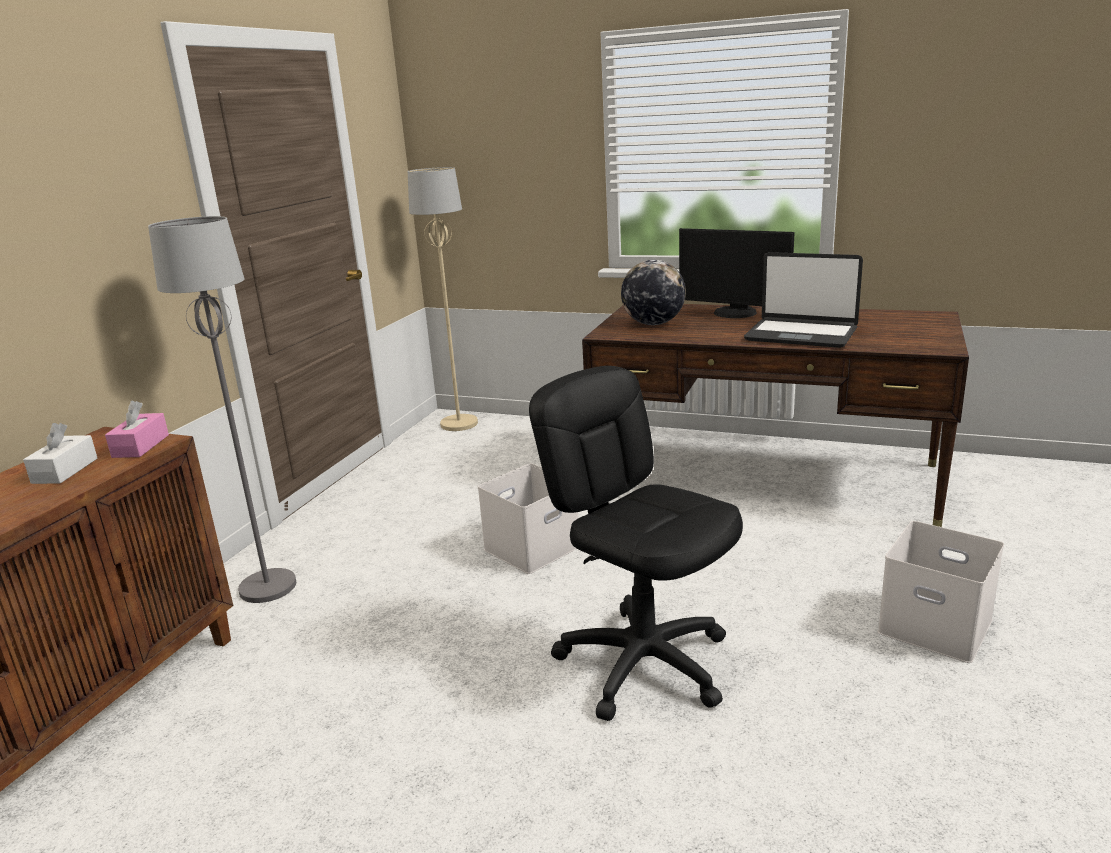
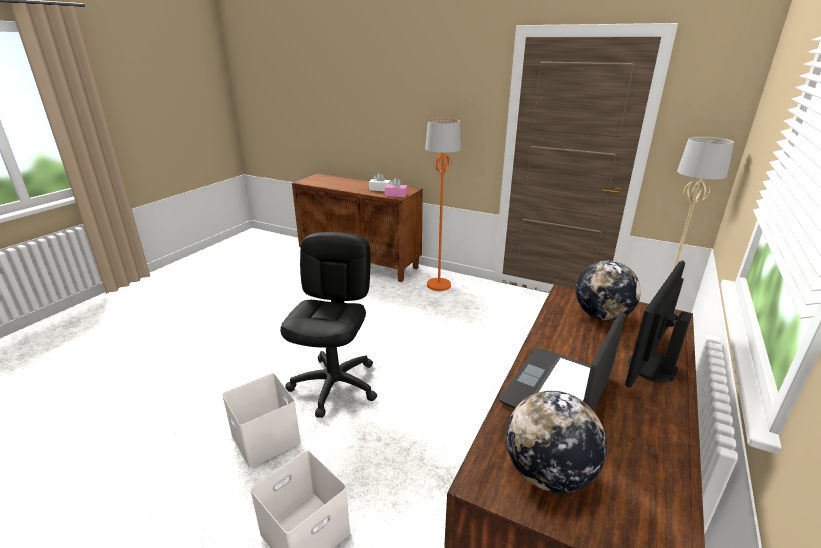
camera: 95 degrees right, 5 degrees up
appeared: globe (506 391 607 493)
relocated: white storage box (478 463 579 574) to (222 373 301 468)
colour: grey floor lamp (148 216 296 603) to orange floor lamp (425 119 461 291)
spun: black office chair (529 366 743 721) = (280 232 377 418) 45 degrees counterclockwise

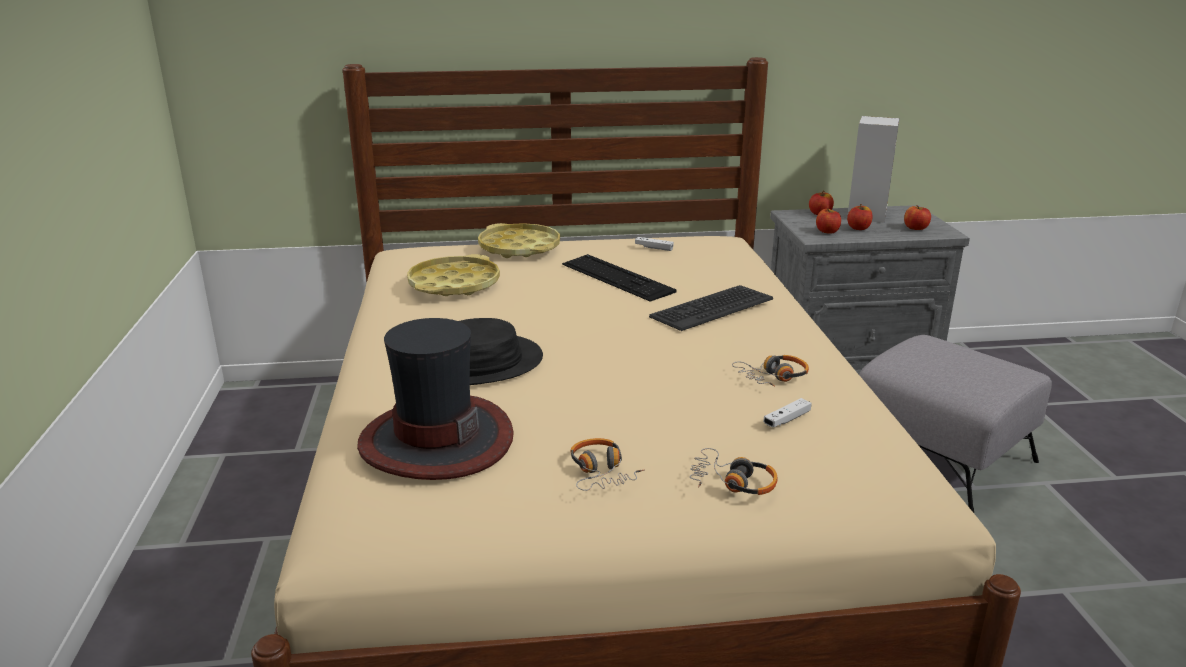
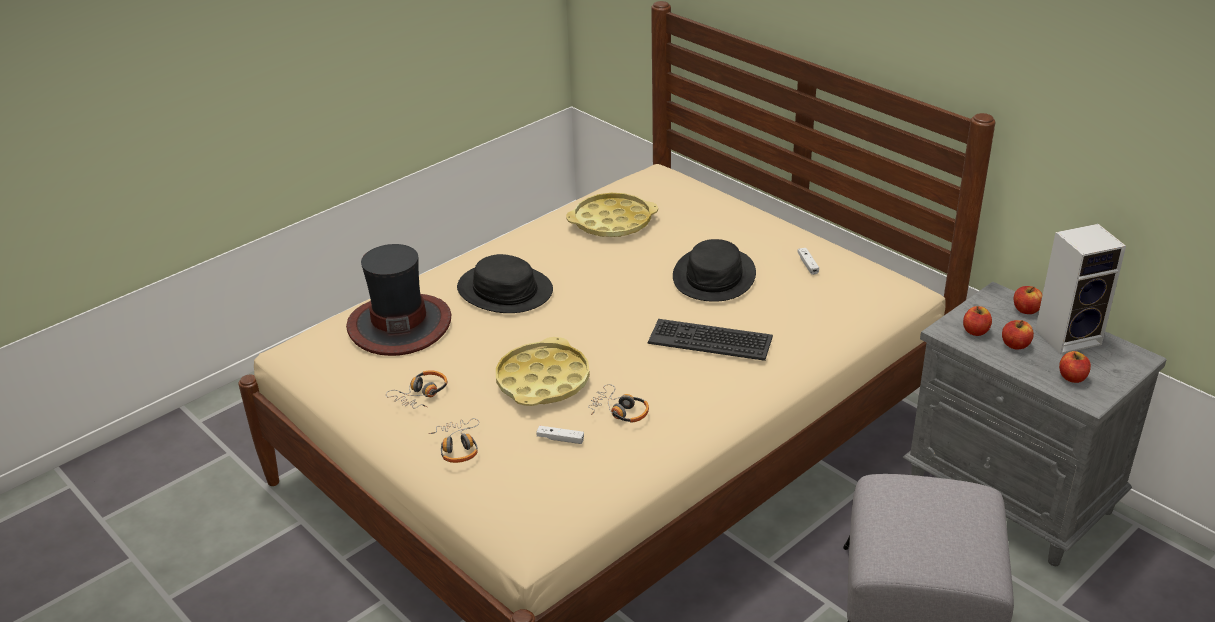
camera: 55 degrees right, 10 degrees up
relocated: yellow tray (478 223 560 258) to (496 337 590 406)
exchanged: keyboard (562 254 677 302) to black hat (673 239 756 302)

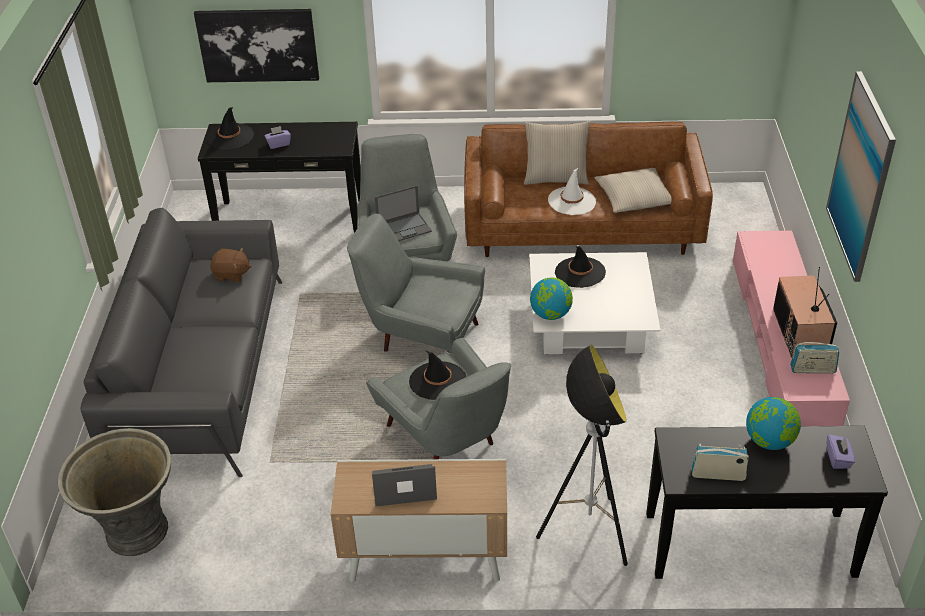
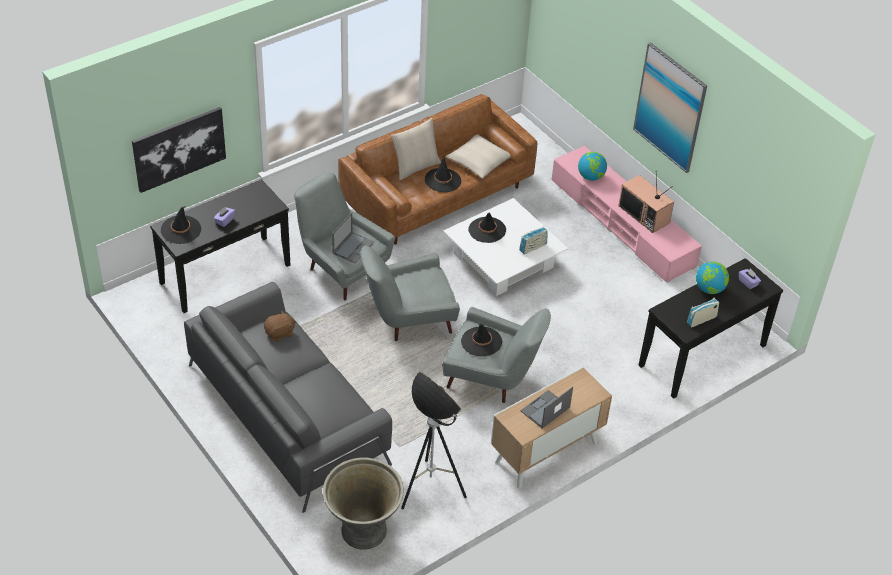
camera: 40 degrees left, 5 degrees up
relocated: globe (530 277 573 320) to (578 152 607 181); radio (790 342 839 373) to (519 227 548 254); floor lamp (536 345 628 566) to (401 371 467 509)
colour: white hat (548 167 596 215) to black hat (425 155 462 192)

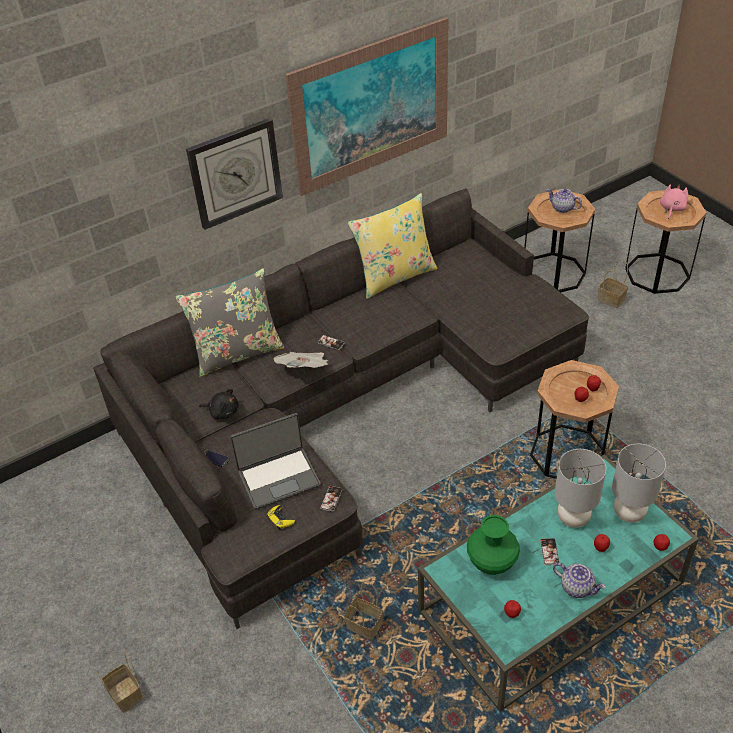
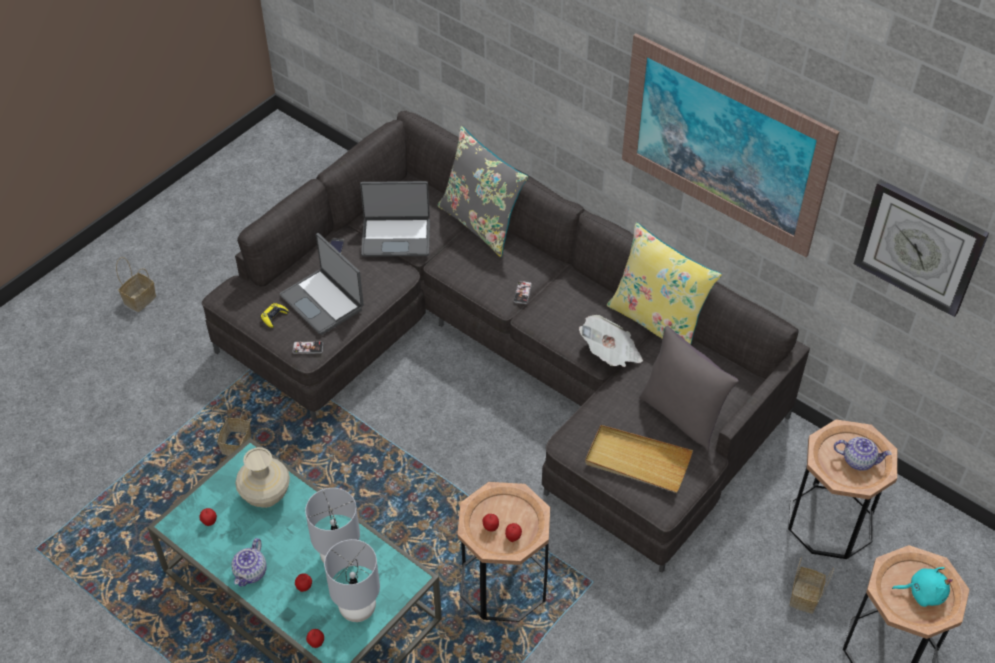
camera: 70 degrees right, 5 degrees up
missing: phone (540 538 559 565)
appeared: grey pillow (639 326 739 451); beige tray (585 425 693 493)
relocated: wall clock (186 118 283 230) to (854 179 989 317); newspaper (273 352 328 368) to (579 315 643 367)
exchanged: black plush toy (199 389 239 419) to laptop (360 181 430 257)
colour: pink plush toy (660 184 688 219) to turquoise plush toy (892 567 953 607); green vase (467 515 520 575) to beige vase (235 447 290 508)
spun: teapot (547 189 582 213) = (834 437 892 471) 90 degrees clockwise

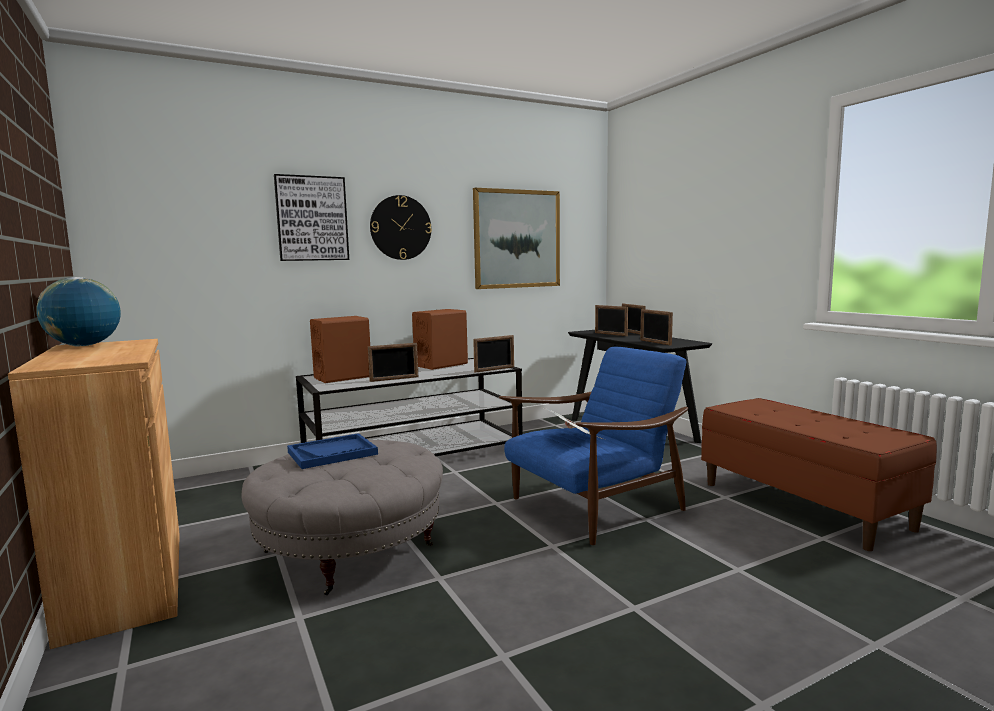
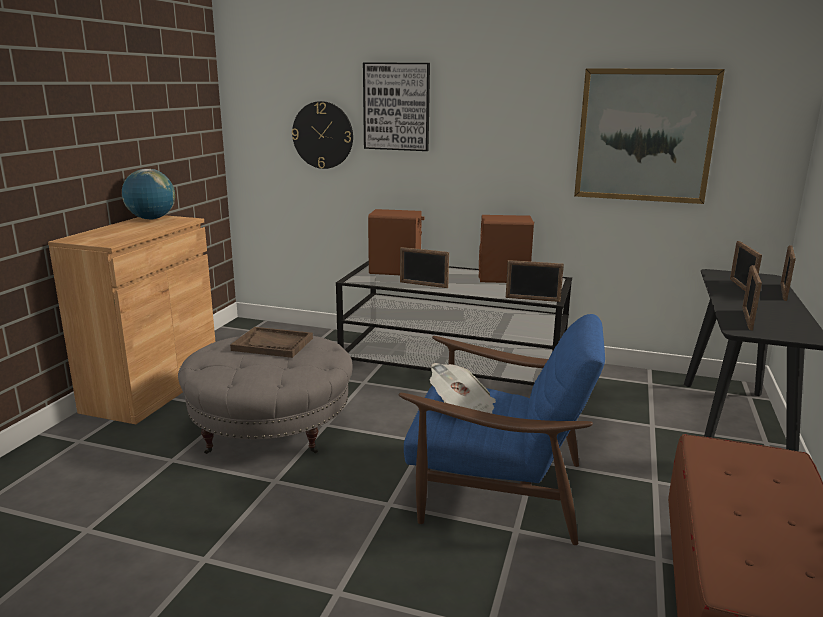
camera: 45 degrees right, 10 degrees up
relocated: wall clock (370 195 432 260) to (292 101 353 169)
colour: blue tray (287 433 378 469) to brown tray (230 327 313 358)

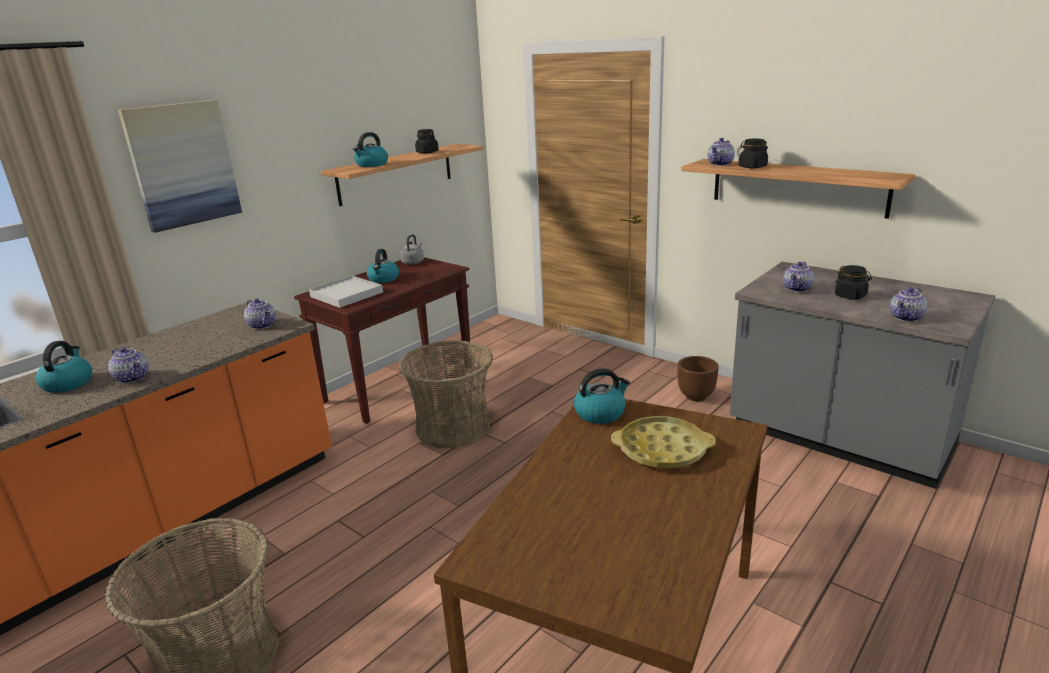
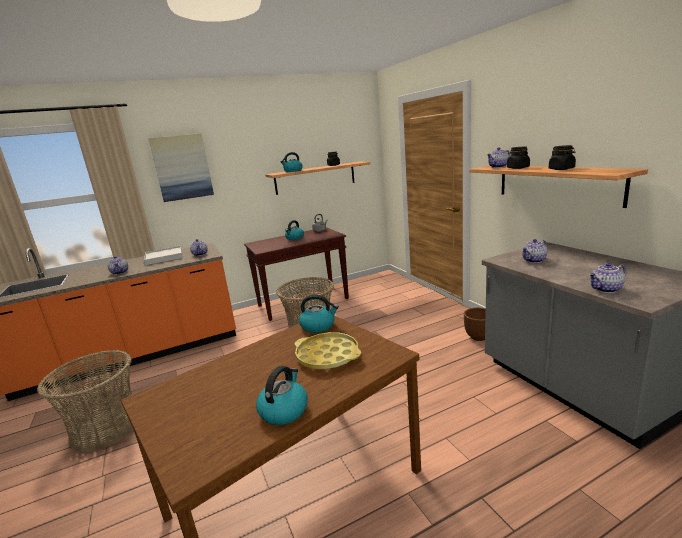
camera: 25 degrees right, 5 degrees down
relocated: black jar (835 265 872 300) to (549 145 576 170); white tray (309 276 383 308) to (144 246 183 265); kettle (36 341 92 393) to (256 366 308 425)

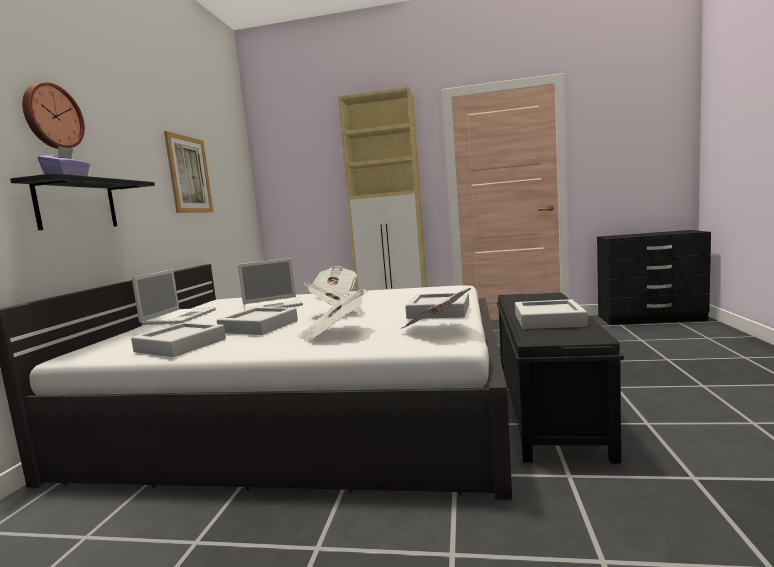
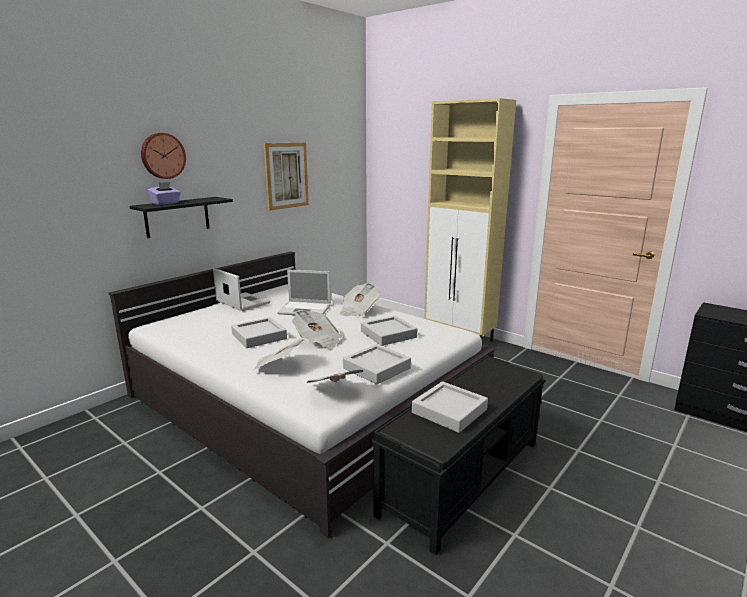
camera: 30 degrees right, 10 degrees up
relocated: grey tray (131 322 226 357) to (361 316 417 346)
spun: laptop (132 269 216 325) = (213 268 270 311) 90 degrees counterclockwise

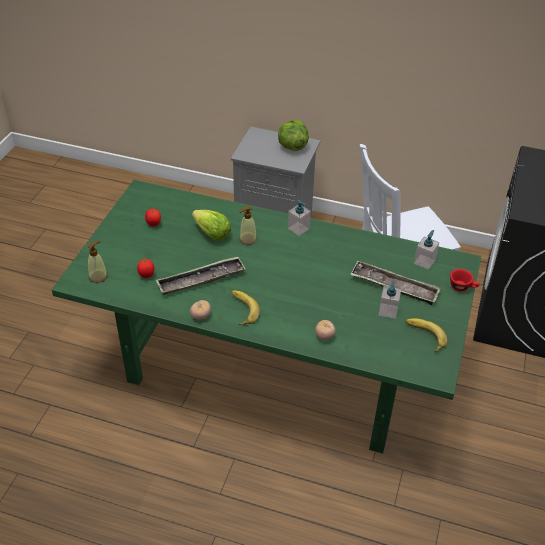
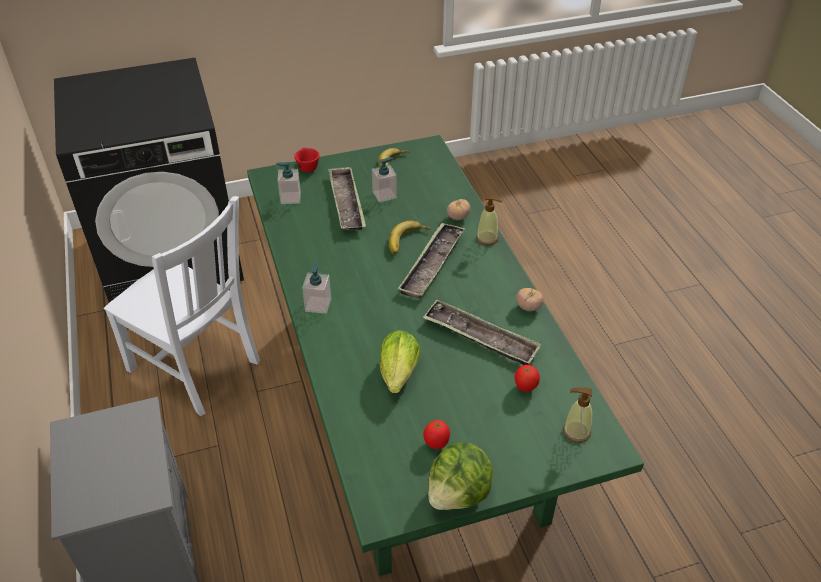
camera: 125 degrees left, 0 degrees up
appeared: tray (398 222 465 299)
relocated: lettuce (278 120 309 151) to (428 442 493 510); soap dispenser (239 206 257 245) to (476 195 502 245); banana (231 290 260 325) to (389 221 431 254)

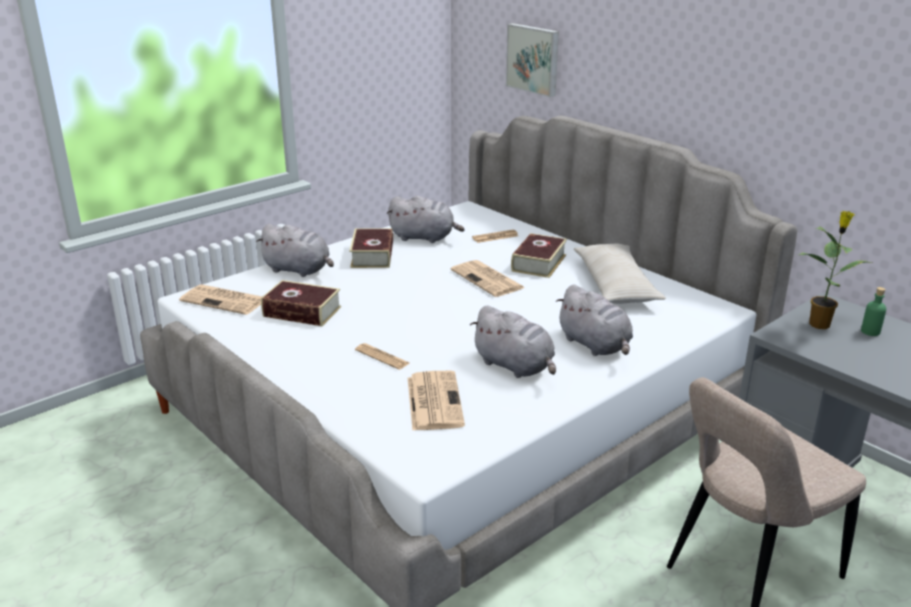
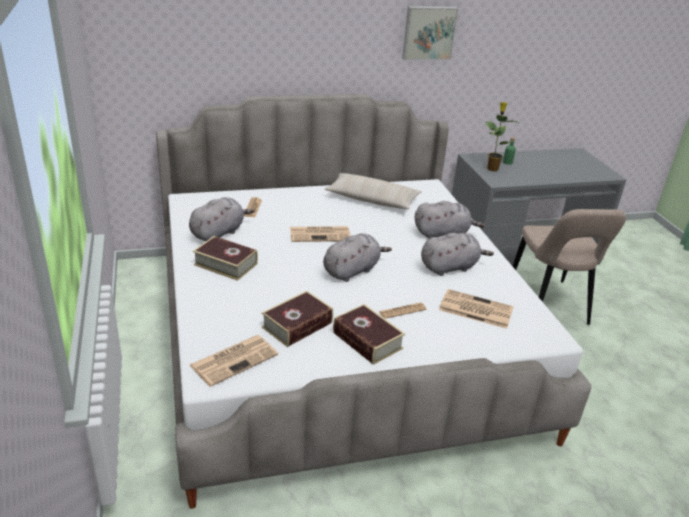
camera: 65 degrees left, 5 degrees up
relocated: picture (506 23 559 97) to (402 6 458 60); grey plush toy (256 224 334 277) to (323 233 392 282); book (511 233 567 278) to (333 304 405 365)

